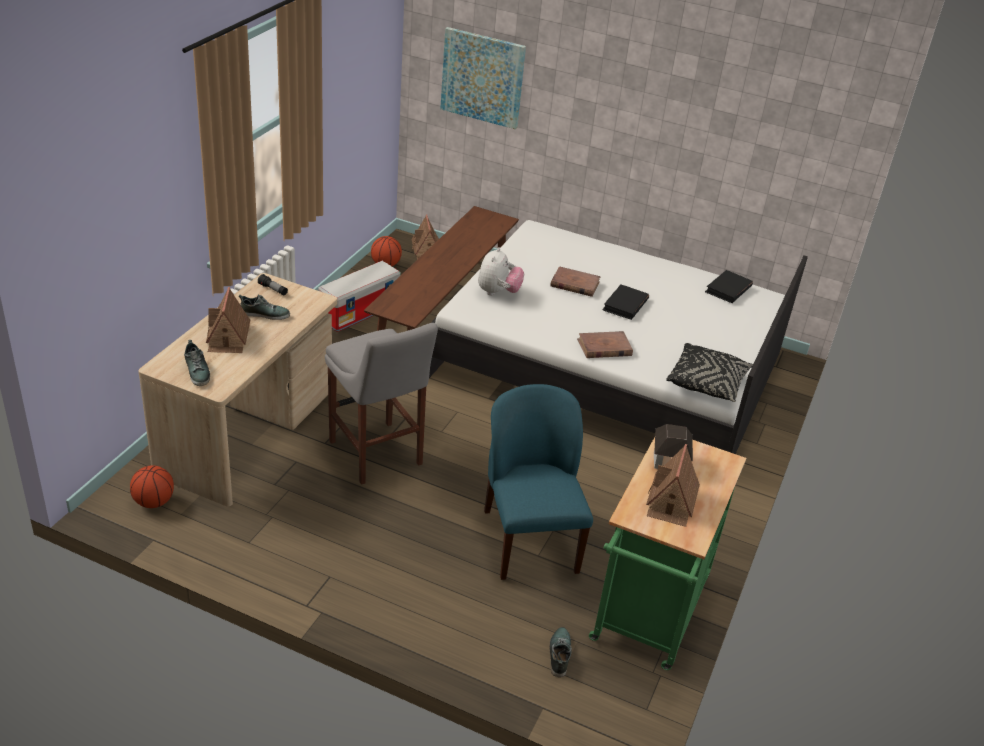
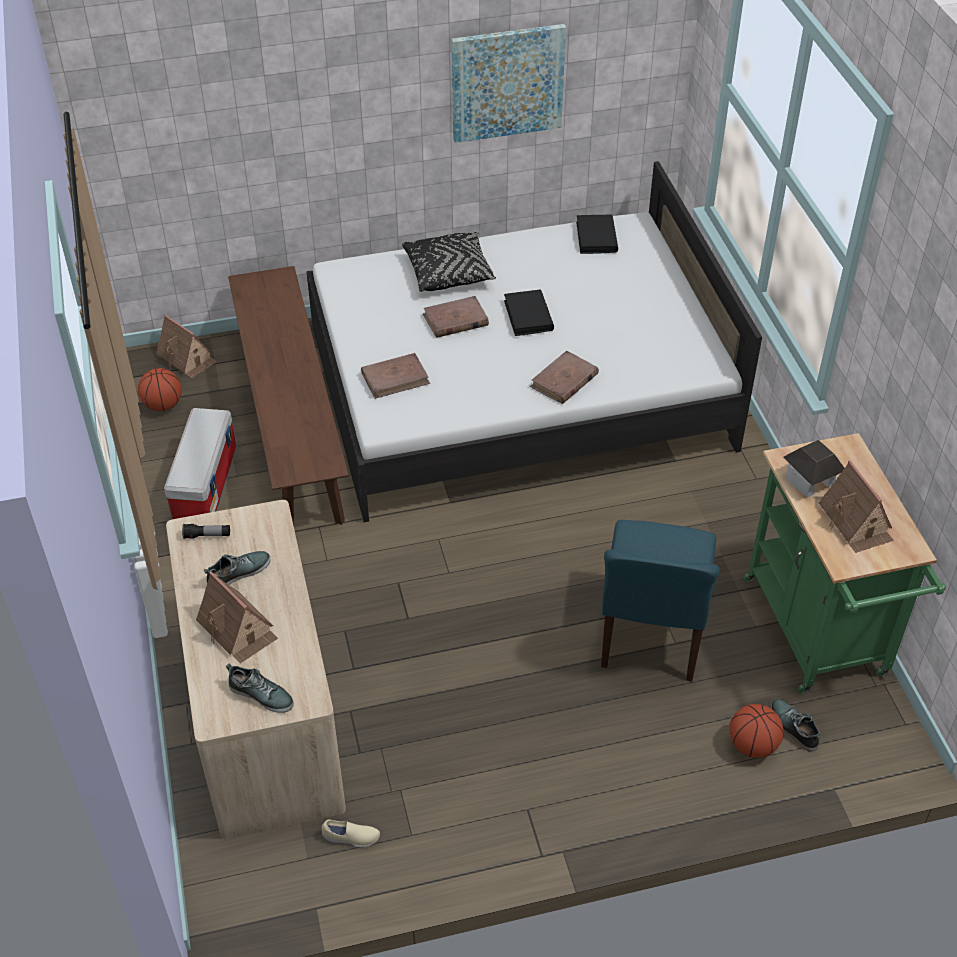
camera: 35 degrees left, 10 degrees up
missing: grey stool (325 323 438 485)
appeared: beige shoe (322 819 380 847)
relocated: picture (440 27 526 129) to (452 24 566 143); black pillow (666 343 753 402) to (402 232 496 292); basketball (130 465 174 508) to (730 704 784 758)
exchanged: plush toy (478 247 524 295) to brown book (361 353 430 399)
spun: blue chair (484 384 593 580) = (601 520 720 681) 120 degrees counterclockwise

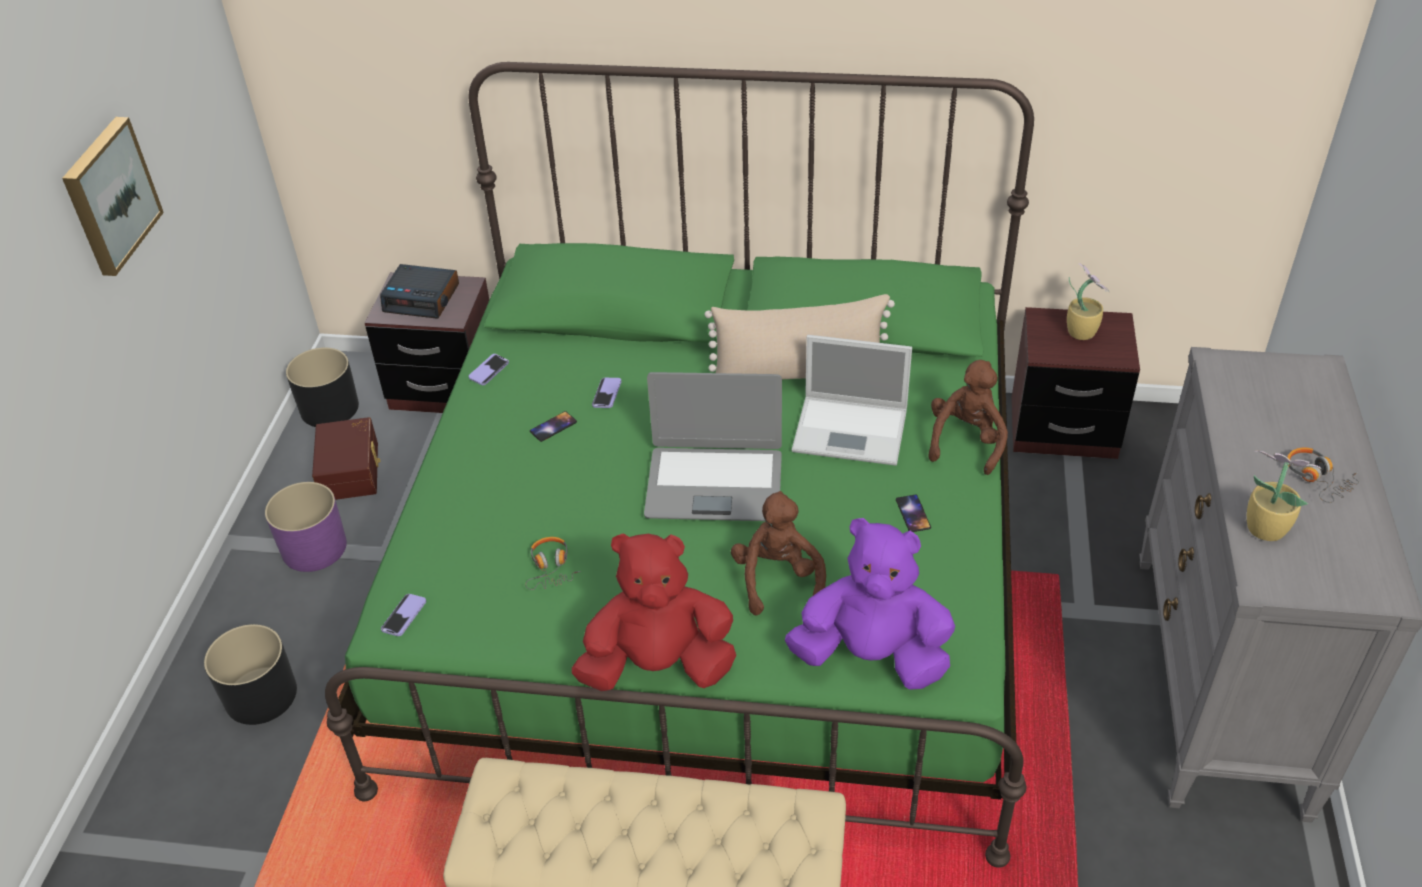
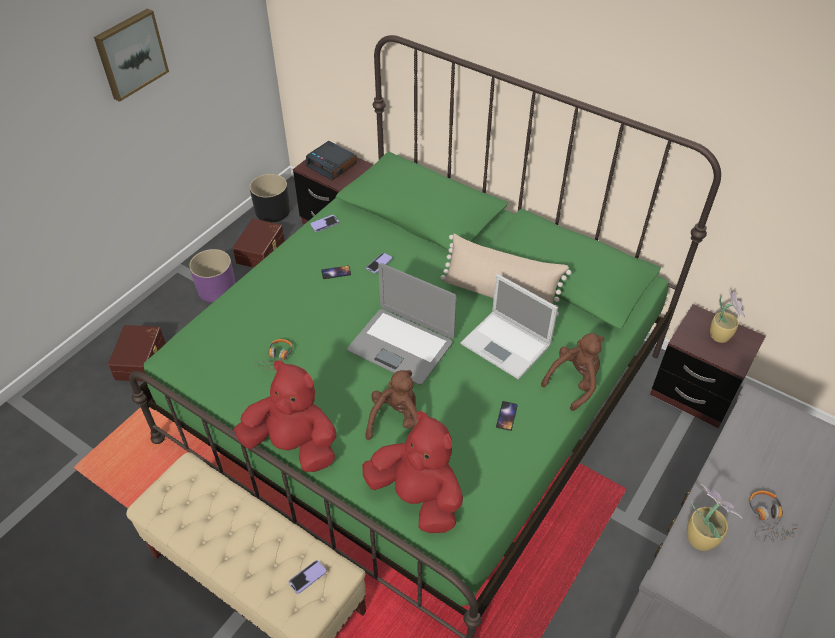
camera: 25 degrees right, 5 degrees up
relocated: phone (381 594 426 636) to (289 560 326 594)
exchanged: black planter (204 624 297 725) to brown storage box (108 325 166 382)
colour: purple plush toy (785 518 955 690) to red plush toy (362 411 463 533)

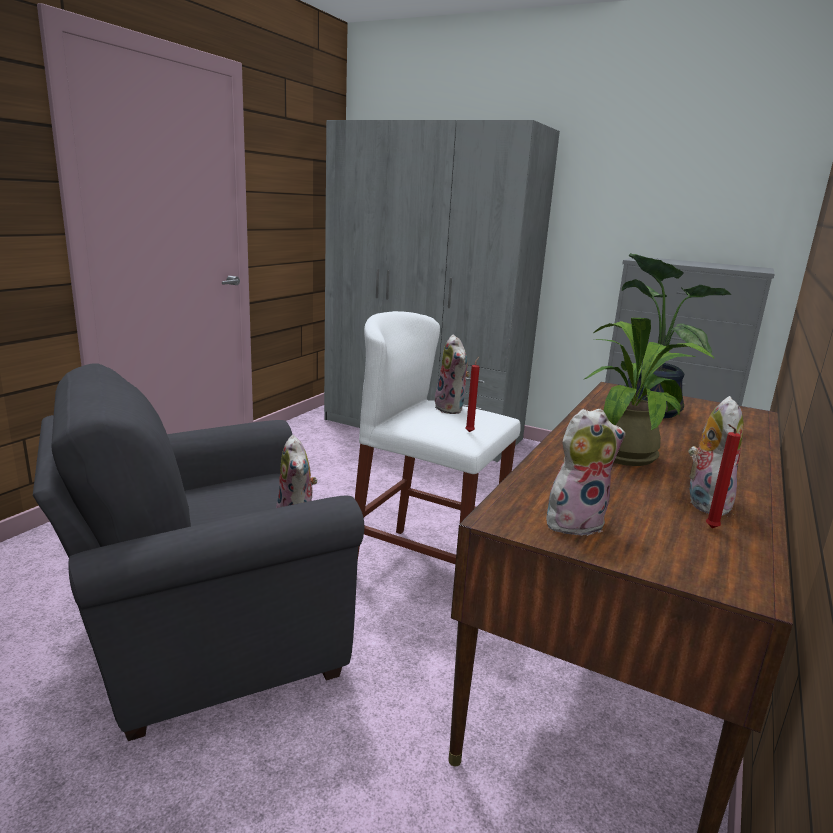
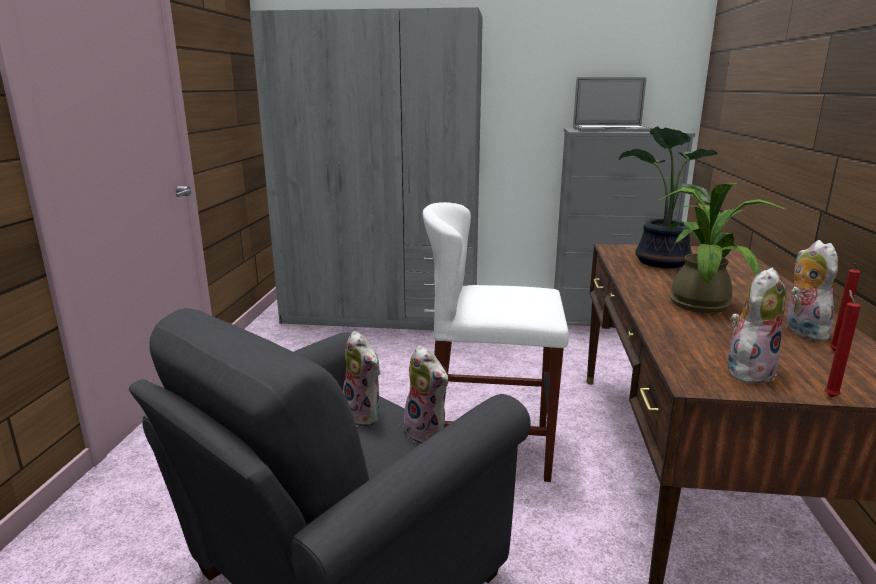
camera: 20 degrees left, 0 degrees up
appeared: laptop (573 77 652 132)
relocated: plush toy (435 335 470 414) to (343 331 380 427); red candle (466 357 480 432) to (825 289 861 397)

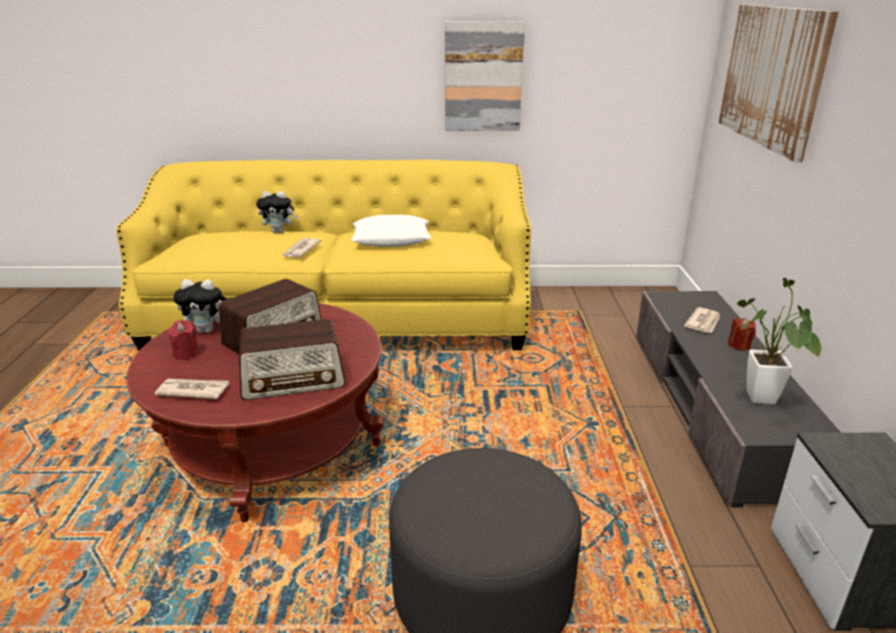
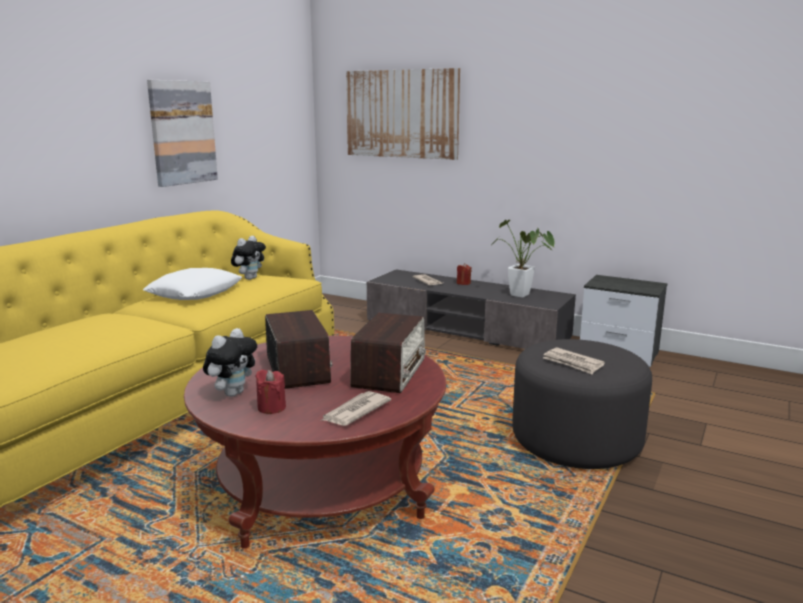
camera: 60 degrees left, 10 degrees down
relocated: plush toy (256 191 298 233) to (231 236 266 280); newspaper (282 238 322 257) to (543 347 605 374)

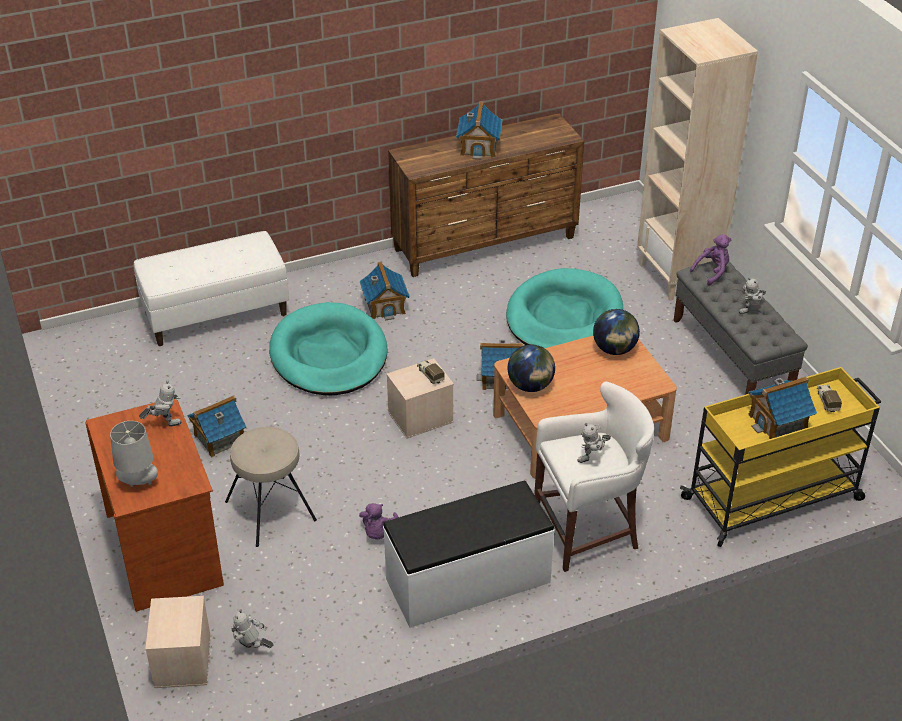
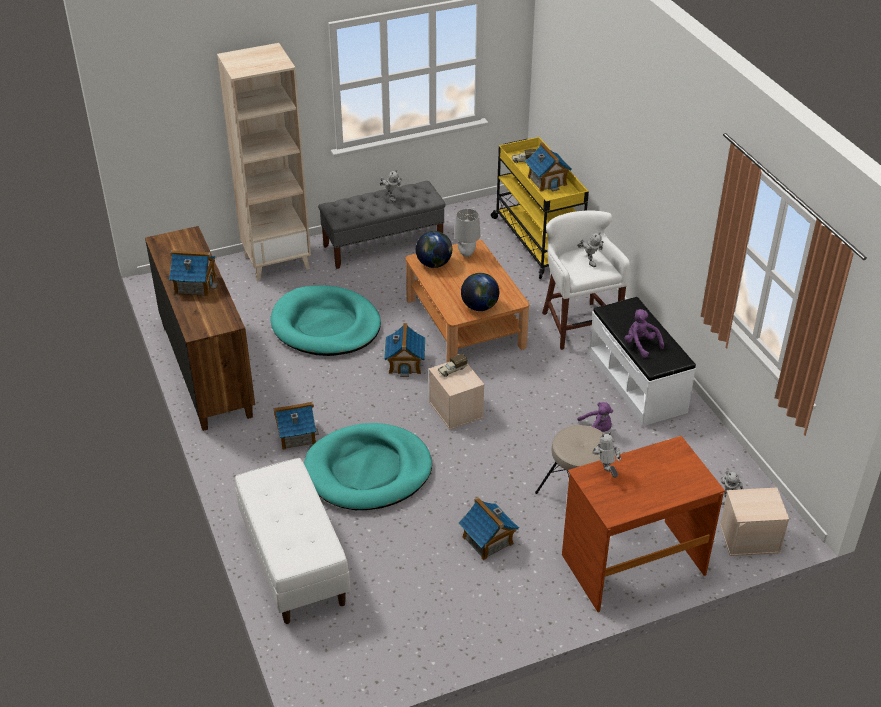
camera: 90 degrees left, 0 degrees up
relocated: purple plush toy (690 234 731 286) to (625 309 664 358); grey table lamp (110 421 158 487) to (454 209 481 257)

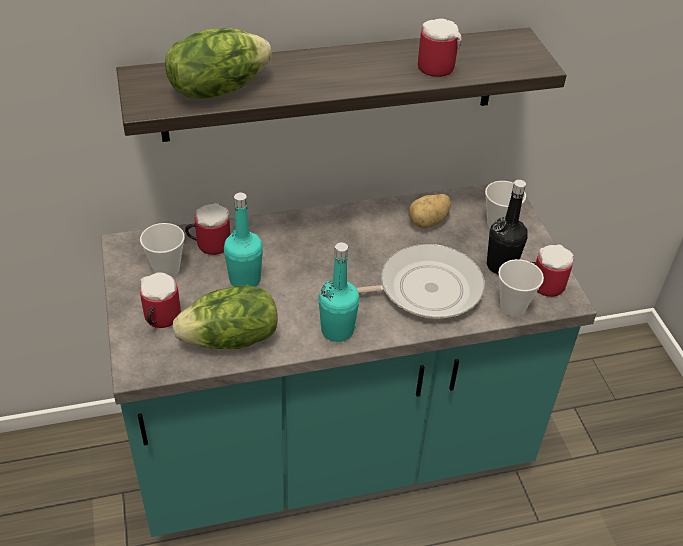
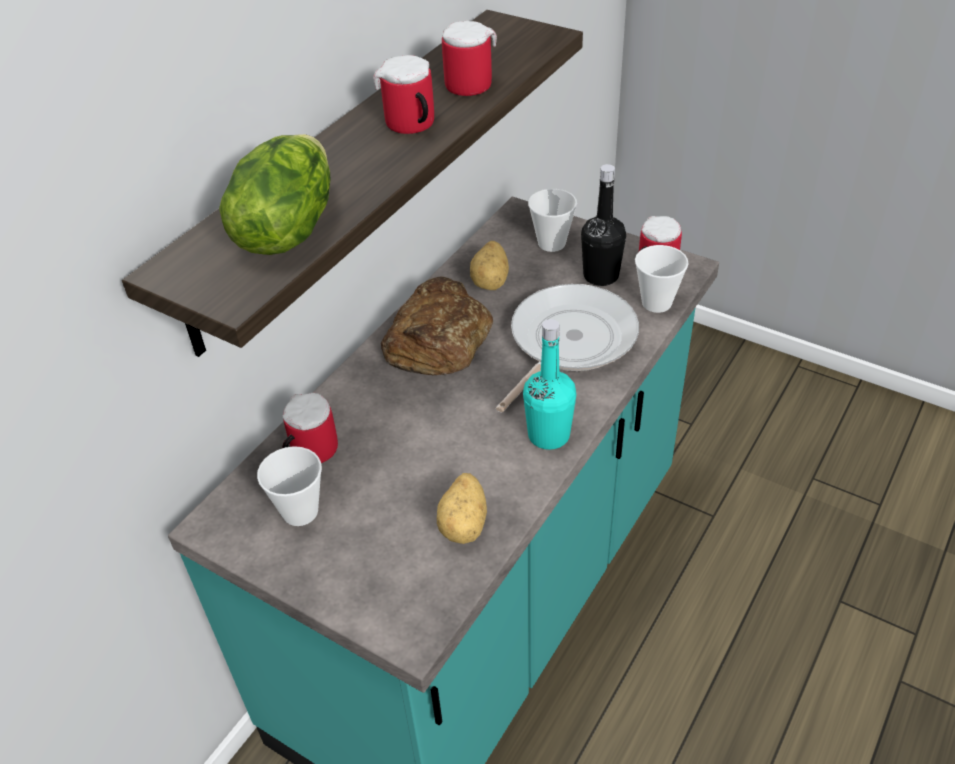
camera: 40 degrees left, 0 degrees up
missing: turquoise bottle (224 192 263 287)
appeared: bread (381 276 493 375)
relocated: mug (140 272 181 328) to (373 55 434 134)
exchanged: lettuce (172 285 278 349) to potato (437 473 487 544)

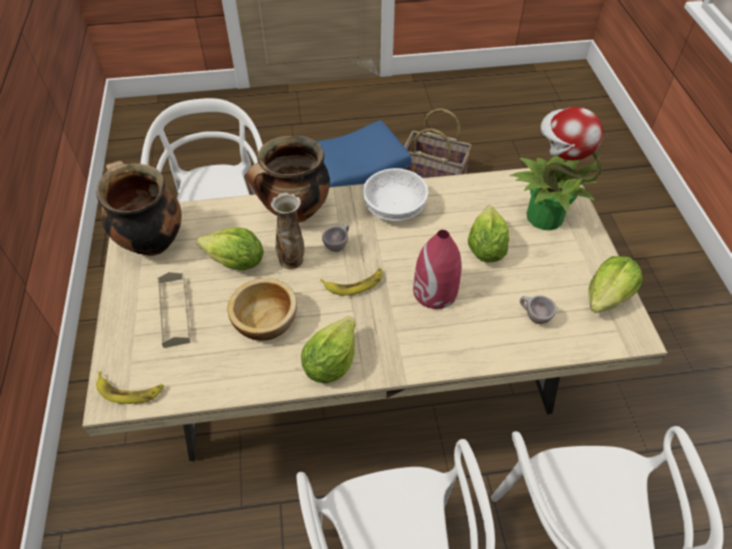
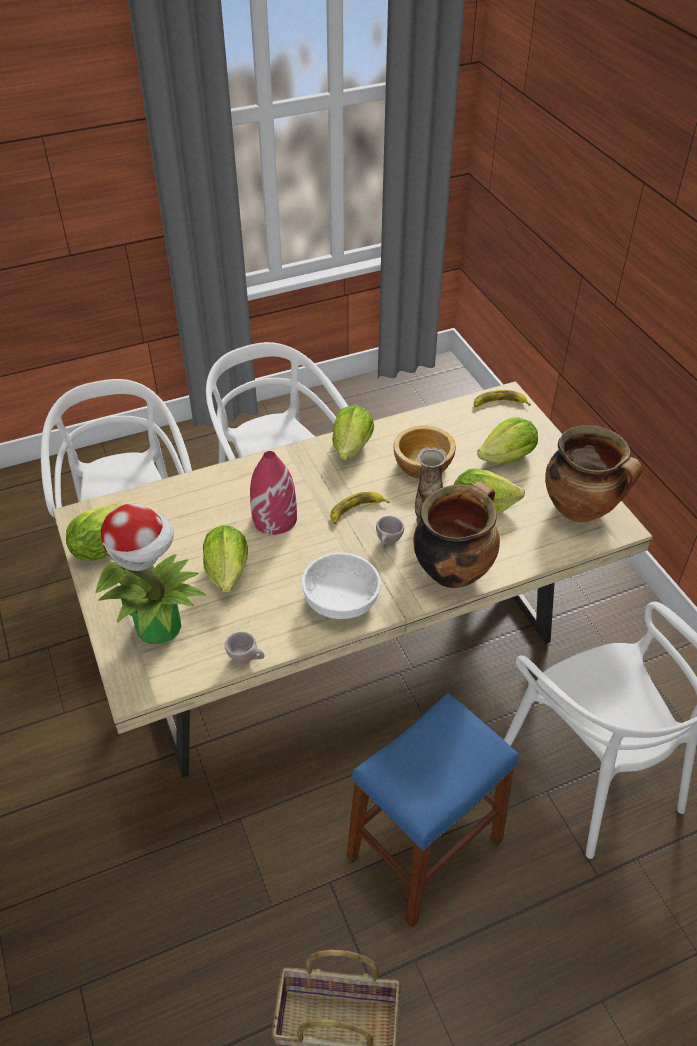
camera: 165 degrees right, 5 degrees down
relocated: beige cup (520 295 556 324) to (225 632 264 664)
exchanged: beige tray (157 272 191 348) to lettuce (477 417 538 463)

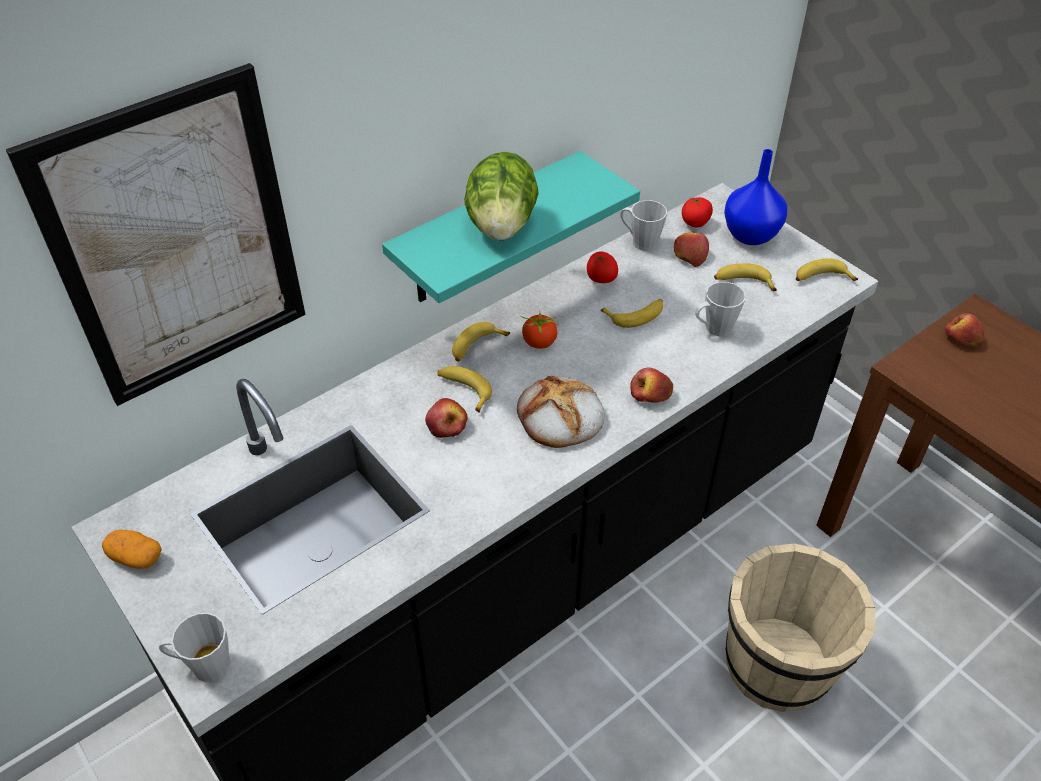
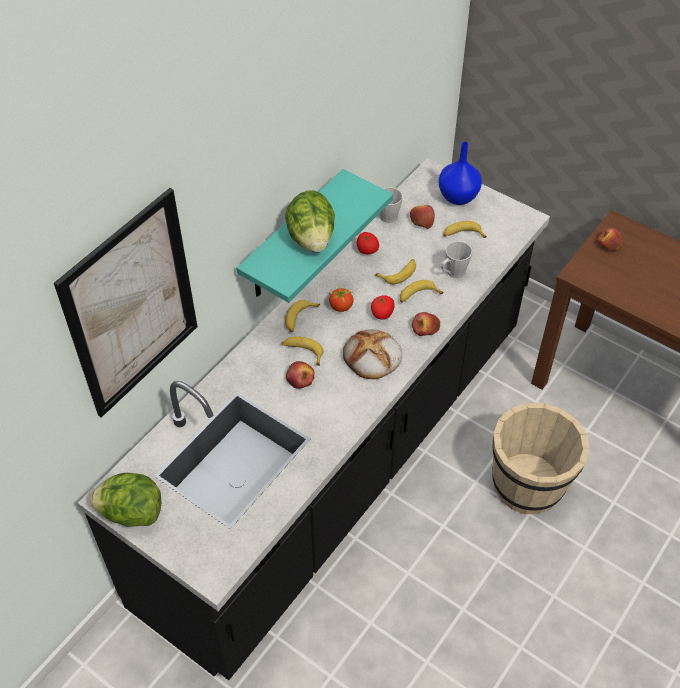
camera: 15 degrees left, 5 degrees up
missing: grey mug (159 613 231 682)
relocated: tomato (682 197 713 227) to (371 295 395 320); banana (796 258 858 281) to (400 280 444 302)
exchanged: potato (102 530 162 569) to lettuce (90 473 161 527)

